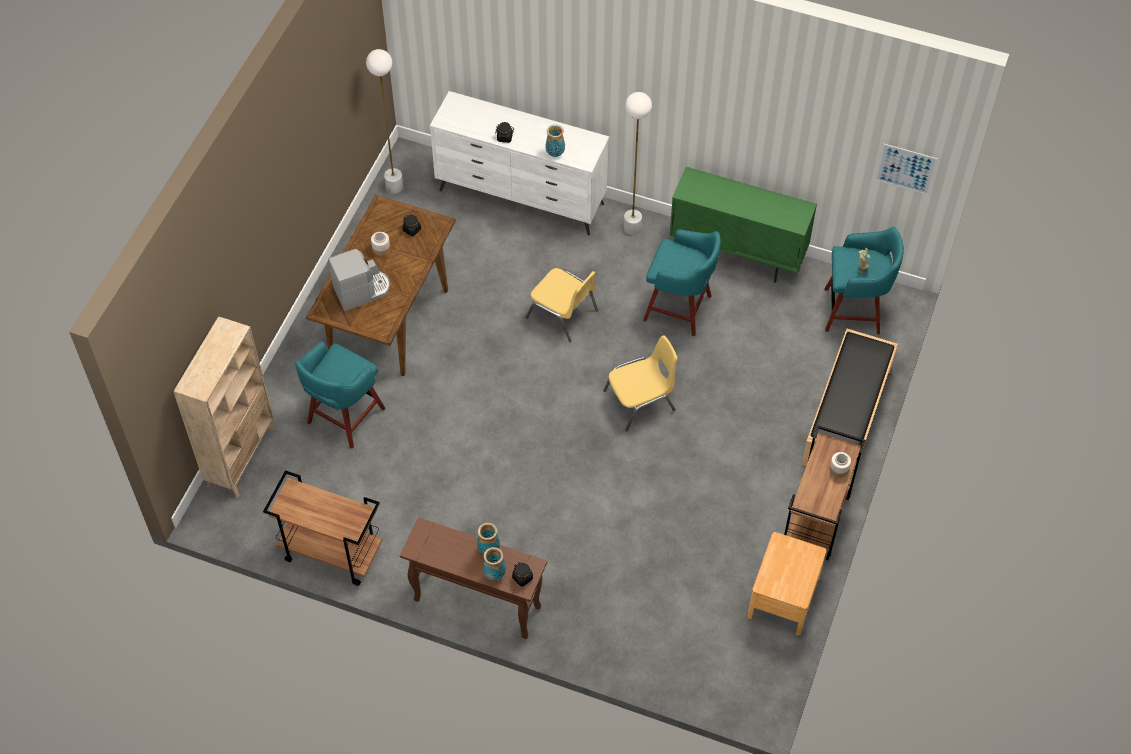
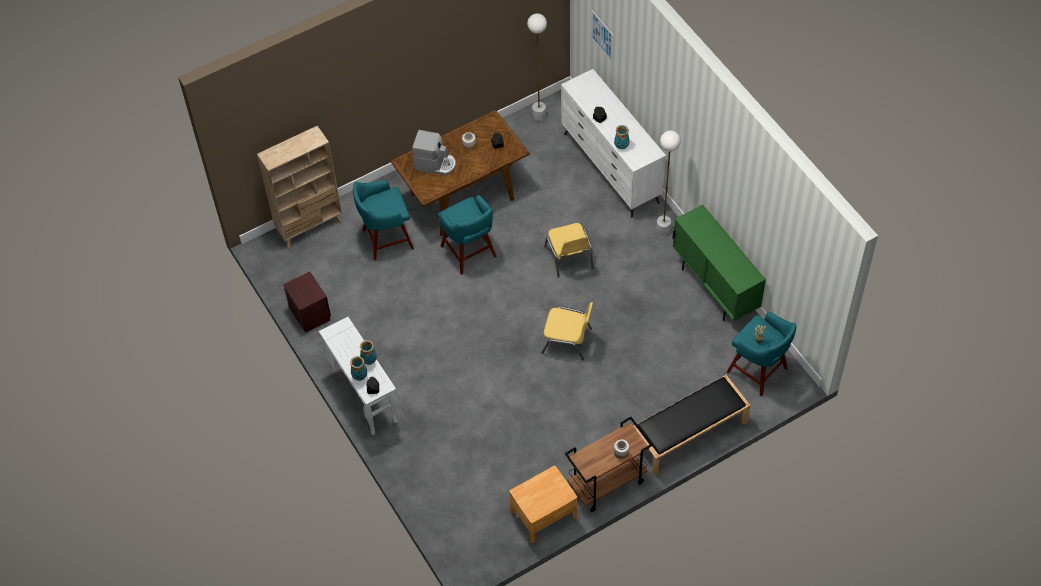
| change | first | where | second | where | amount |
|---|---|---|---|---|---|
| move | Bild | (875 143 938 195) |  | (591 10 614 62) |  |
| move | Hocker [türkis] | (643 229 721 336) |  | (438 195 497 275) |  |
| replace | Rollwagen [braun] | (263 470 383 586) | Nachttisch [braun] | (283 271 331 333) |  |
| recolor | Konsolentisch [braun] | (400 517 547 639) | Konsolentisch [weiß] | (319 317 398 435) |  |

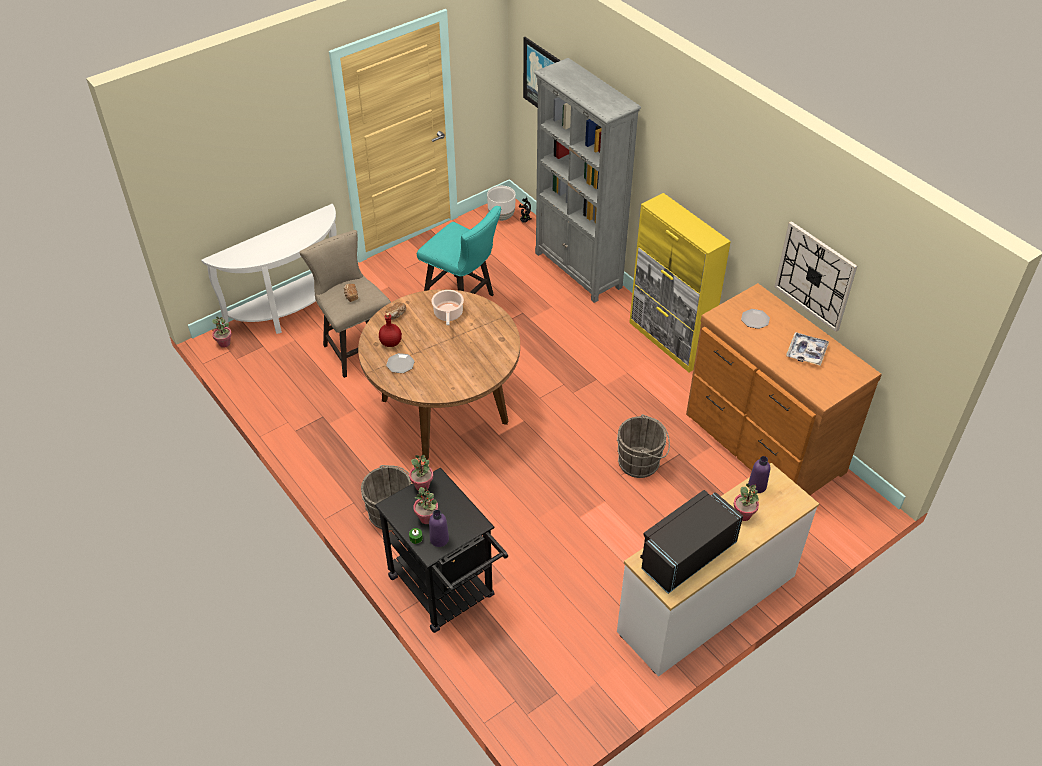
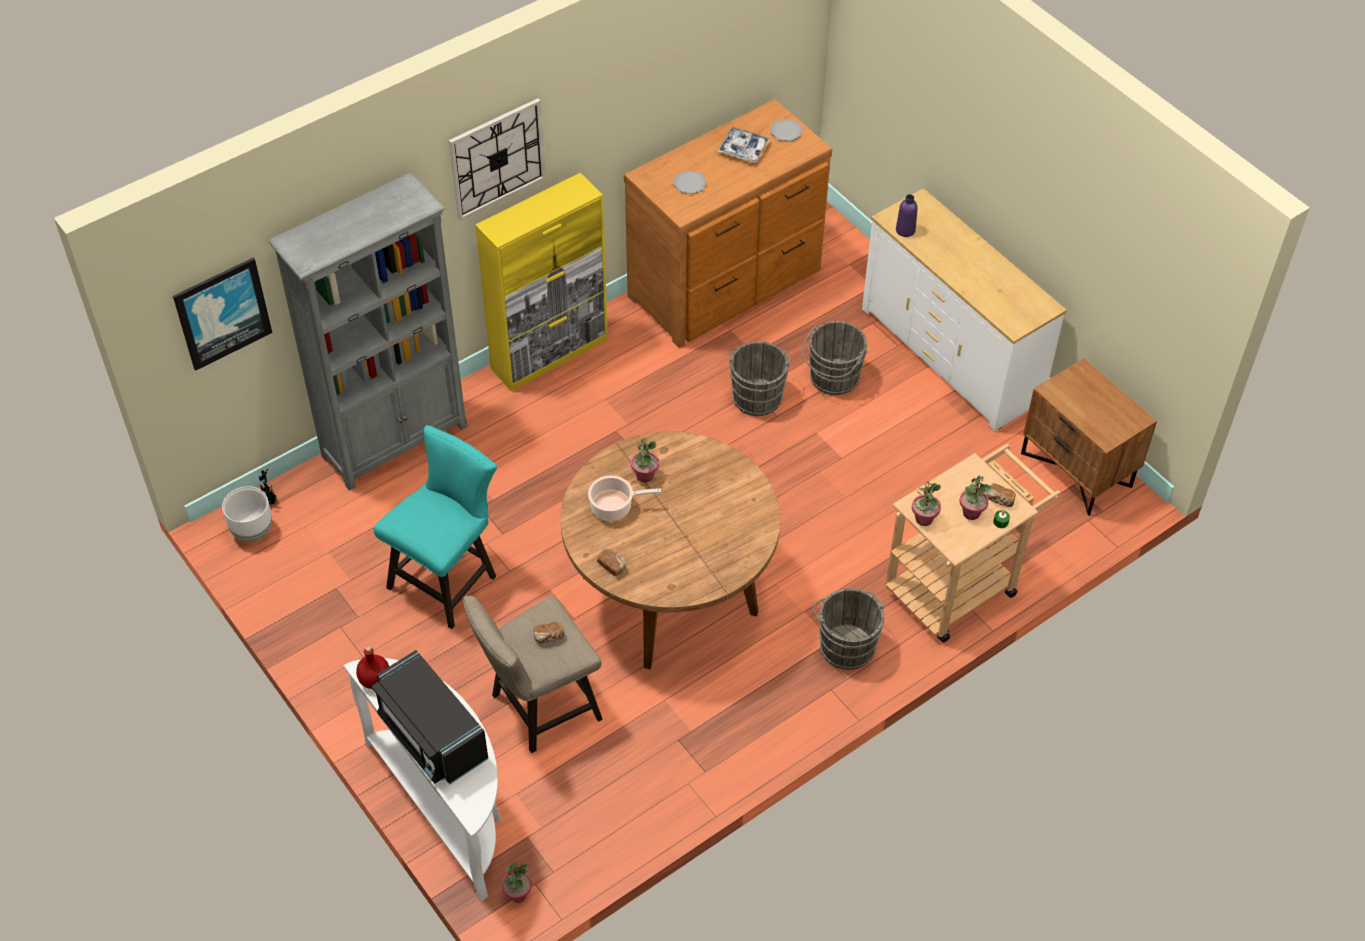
| change | first | where | second | where | amount |
|---|---|---|---|---|---|
| move | Wanduhr | (774 221 857 332) |  | (449 98 546 221) |  |
| move | Flasche [rot] | (379 313 402 347) |  | (356 646 389 689) |  |
| move | Teller | (386 353 415 373) |  | (770 119 803 141) |  |
| recolor | Rollwagen [schwarz] | (375 468 508 633) | Rollwagen [beige] | (886 444 1061 643) |  |
| move | Topfpflanze | (734 484 759 521) |  | (631 438 659 482) |  |
| move | Mikrowelle [schwarz] | (640 490 743 594) |  | (371 650 488 785) |  |
| replace | Flasche [lila] | (429 510 449 547) | Brot | (986 483 1016 507) |  |
| insert |  |  | Eimer [grau] | (801 321 867 395) |  |
| insert |  |  | Nachttisch [braun] | (1021 358 1157 516) |  |

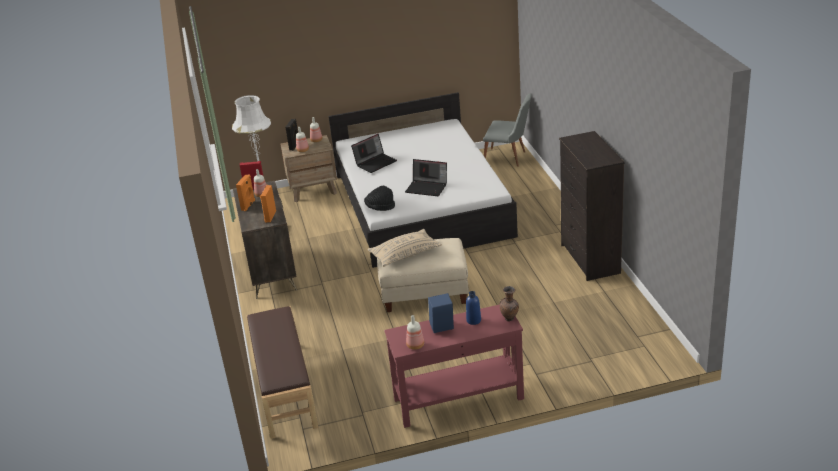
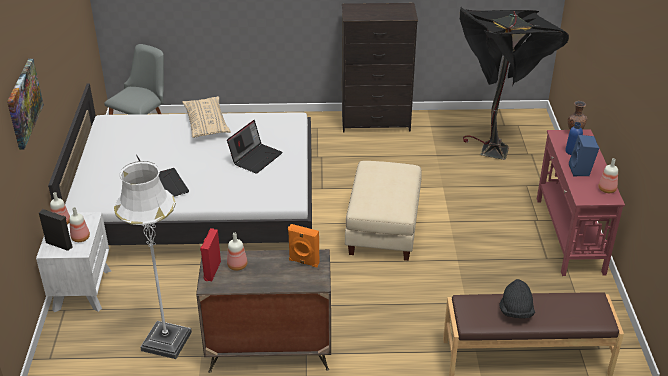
| change | first | where | second | where | amount |
|---|---|---|---|---|---|
| recolor | Nachttisch [braun] | (281 135 337 202) | Nachttisch [weiß] | (36 212 111 312) |  |
| delete | Lautsprecher [orange] | (236 174 255 211) |  |  |  |
| move | Hut [schwarz] | (364 186 395 211) |  | (499 279 535 318) |  |
| move | Kissen [beige] | (368 229 442 267) |  | (182 96 231 138) |  |
| insert |  |  | Stehlampe [schwarz] | (460 7 569 160) |  |
| insert |  |  | Bild | (7 59 44 150) |  |

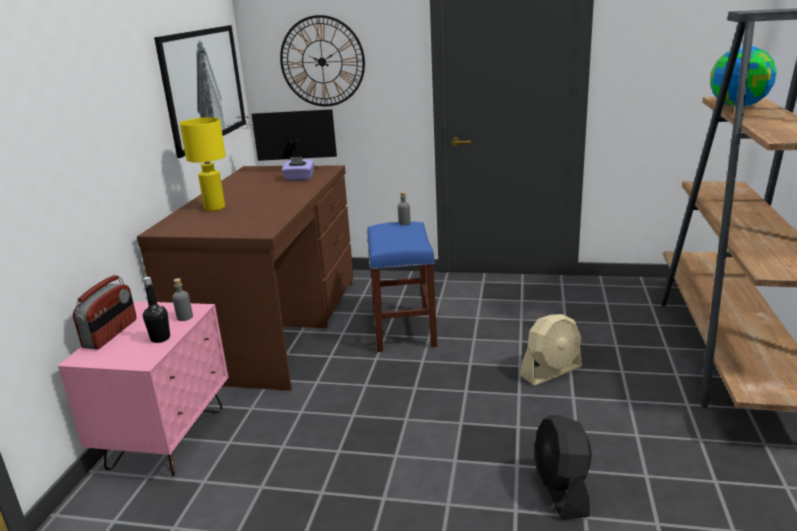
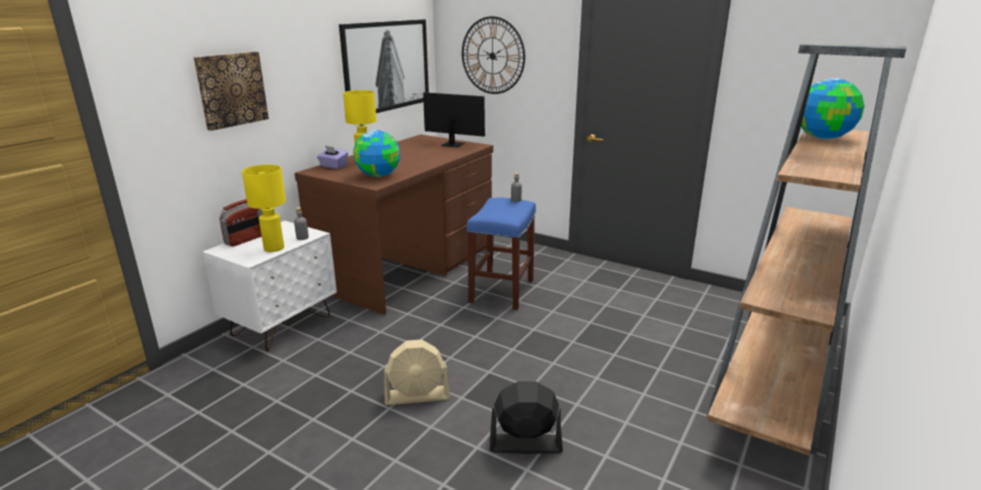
| change | first | where | second | where | amount |
|---|---|---|---|---|---|
| move | Taschentuchbox [lila] | (282 157 314 181) |  | (317 146 348 169) |  |
| replace | Flasche [schwarz] | (143 277 170 343) | Tischlampe [gelb] | (242 164 286 252) |  |
| recolor | Nachttisch [rosa] | (58 301 229 476) | Nachttisch [weiß] | (202 221 337 351) |  |
| move | Ventilator [beige] | (520 314 582 386) |  | (384 339 450 405) |  |
| rotate | Ventilator [schwarz] | (535 415 592 520) |  | (490 381 563 454) | 75 degrees clockwise |
| insert |  |  | Bild | (193 52 269 131) |  |
| insert |  |  | Globus | (353 130 400 177) |  |

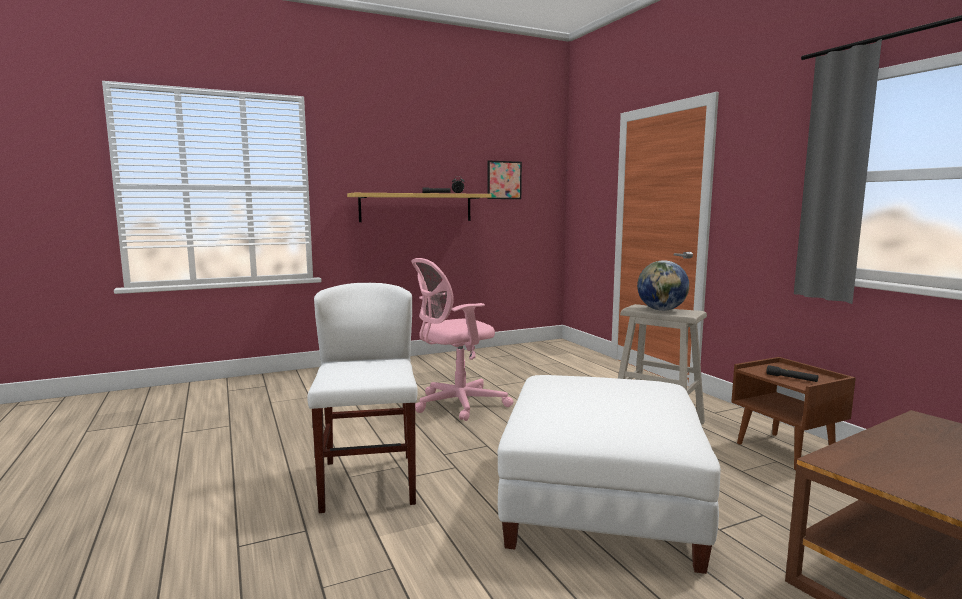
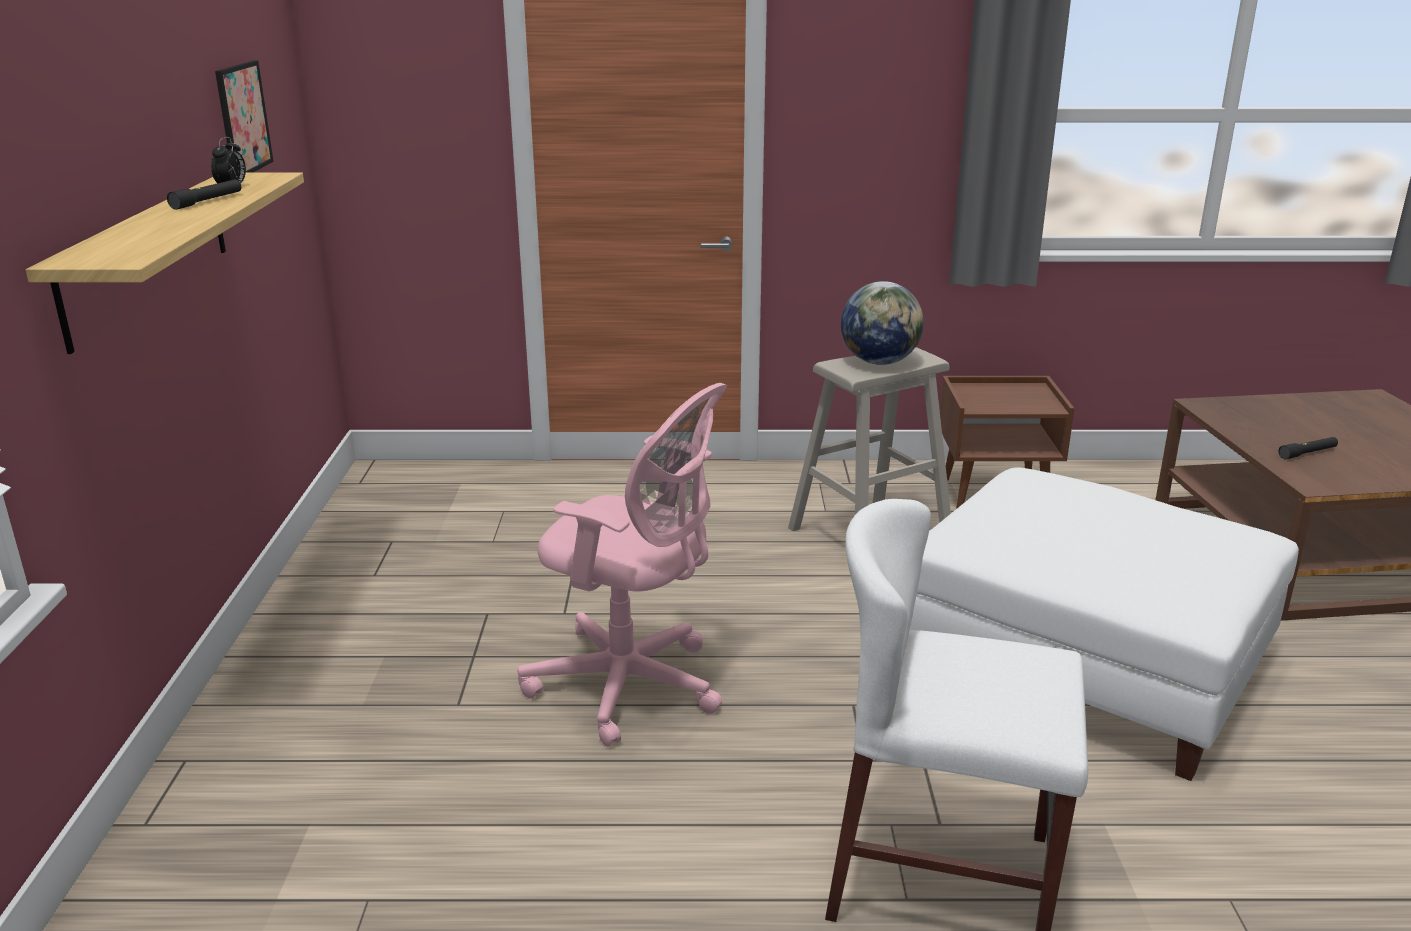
| change | first | where | second | where | amount |
|---|---|---|---|---|---|
| rotate | Bürostuhl [rosa] | (411 258 513 421) |  | (517 383 727 747) | 60 degrees counterclockwise |
| move | Taschenlampe [schwarz] | (766 365 818 382) |  | (1278 437 1338 459) |  |

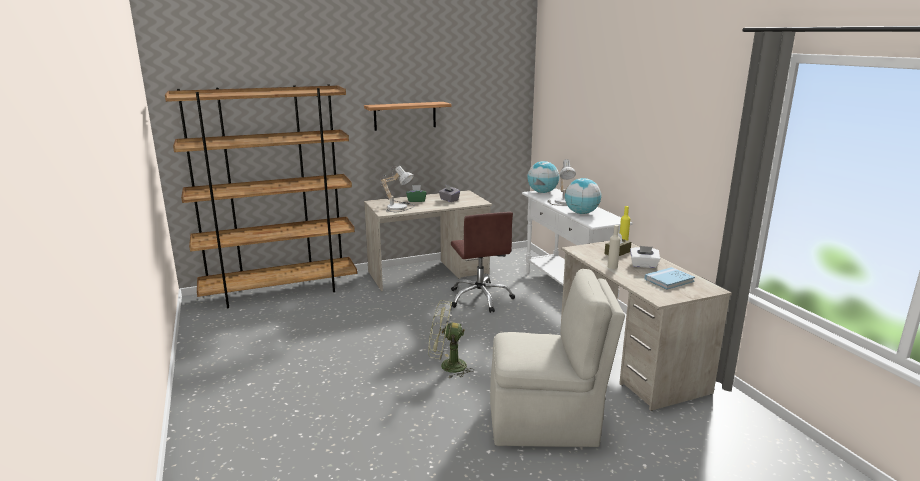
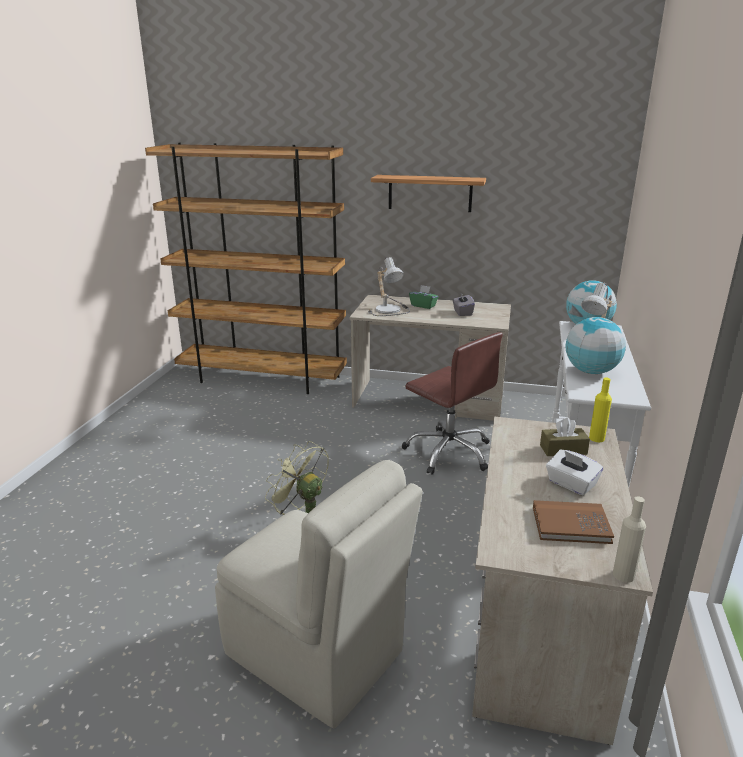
| change | first | where | second | where | amount |
|---|---|---|---|---|---|
| rotate | Bürostuhl [braun] | (451 212 515 313) |  | (402 332 503 475) | 60 degrees counterclockwise |
| move | Flasche [beige] | (608 225 621 269) |  | (613 496 646 583) |  |
| recolor | Buch [blau] | (644 267 695 290) | Buch [braun] | (533 500 614 544) |  |

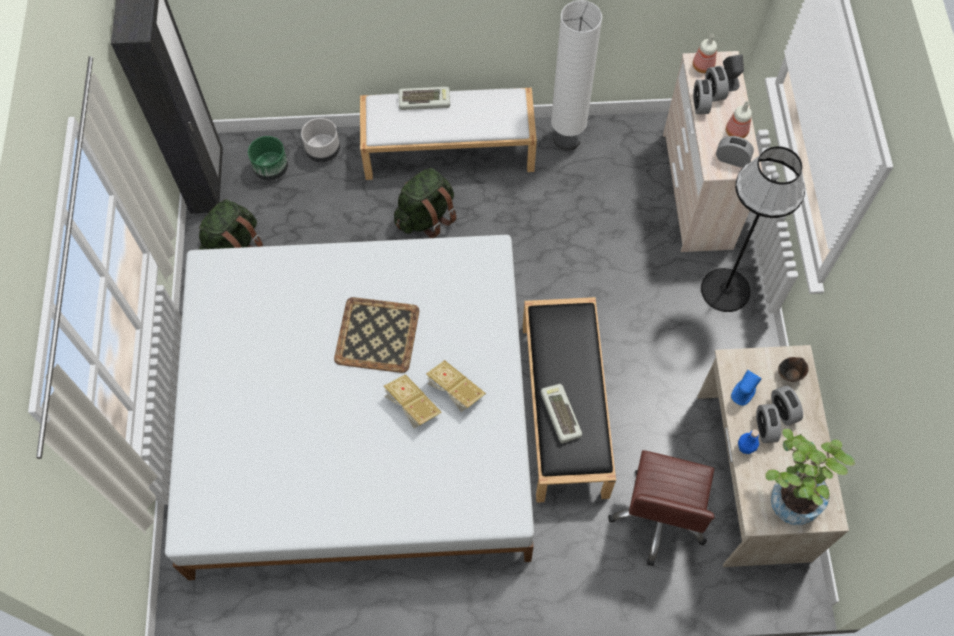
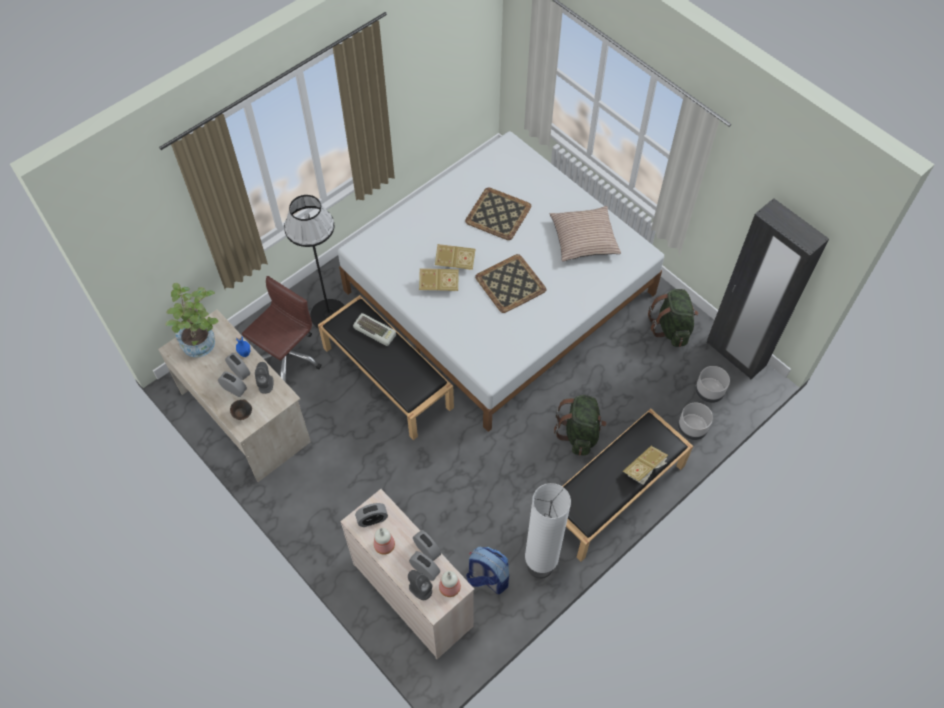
| change | first | where | second | where | amount |
|---|---|---|---|---|---|
| replace | Tastatur | (398 87 450 110) | Buch | (623 446 668 485) |  |
| recolor | Bank [weiß] | (360 88 537 180) | Bank [schwarz] | (562 409 693 562) |  |
| recolor | Pflanzkübel [grün] | (248 136 288 181) | Pflanzkübel [grau] | (695 366 730 403) |  |
| move | Stehlampe [schwarz] | (701 146 805 312) |  | (284 195 345 328) |  |
| recolor | Lautsprecher [blau] | (731 370 762 406) | Lautsprecher [grau] | (255 362 274 394) |  |
| rotate | Bürostuhl [braun] | (608 450 714 566) |  | (242 276 322 382) | 60 degrees clockwise |
| insert |  |  | Tablett | (465 188 531 240) |  |
| insert |  |  | Kissen | (550 206 621 262) |  |
| insert |  |  | Rucksack | (466 547 509 594) |  |

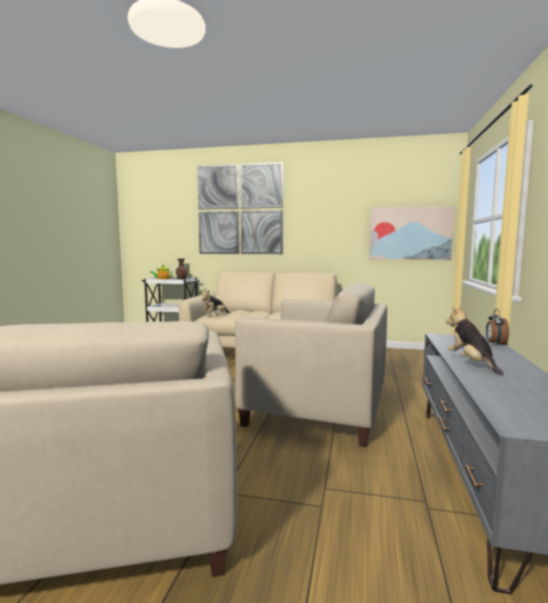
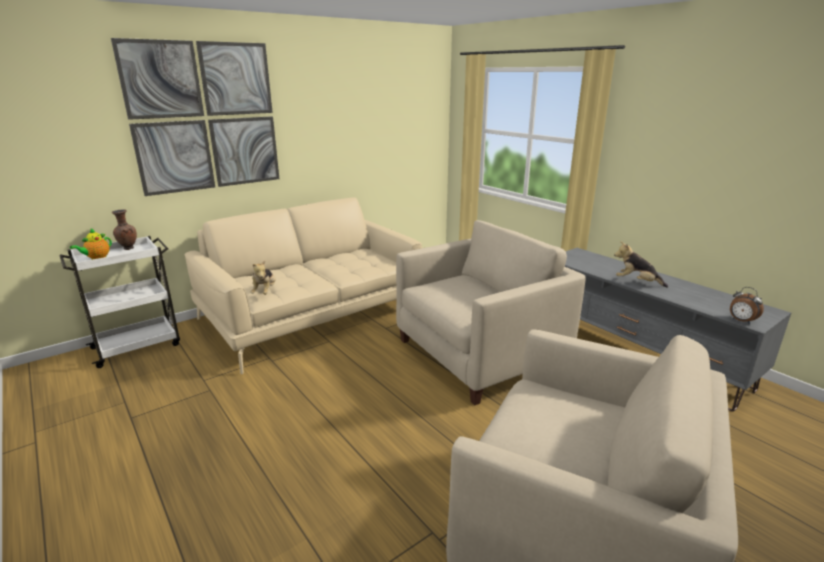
| change | first | where | second | where | amount |
|---|---|---|---|---|---|
| delete | Bild | (369 206 454 260) |  |  |  |
| move | Wecker | (486 309 509 345) |  | (730 287 764 324) |  |

